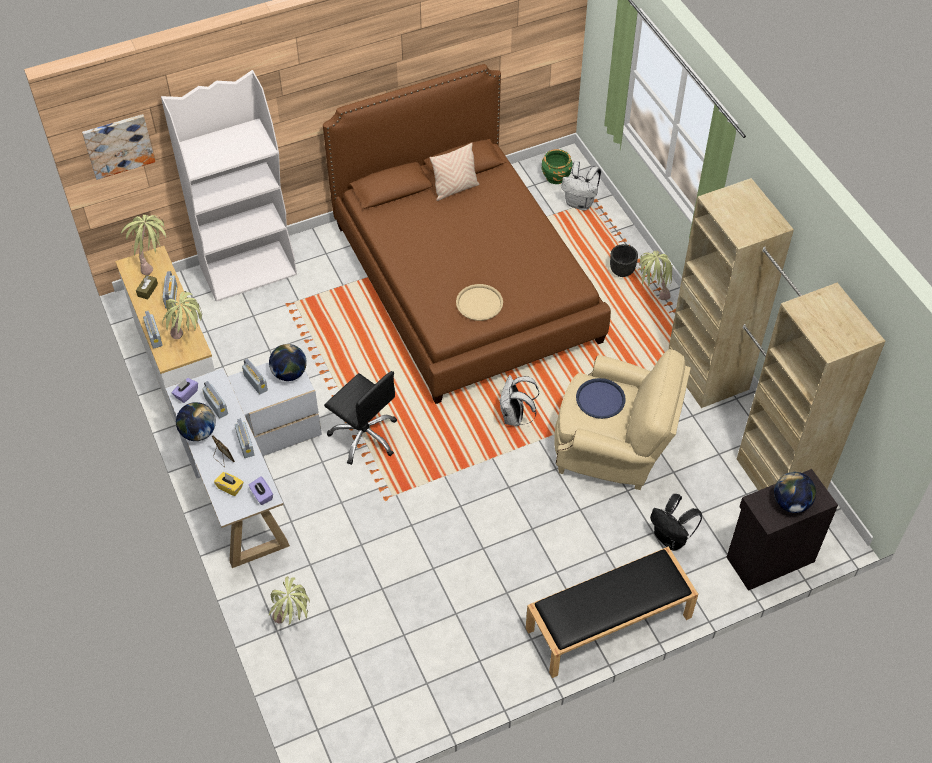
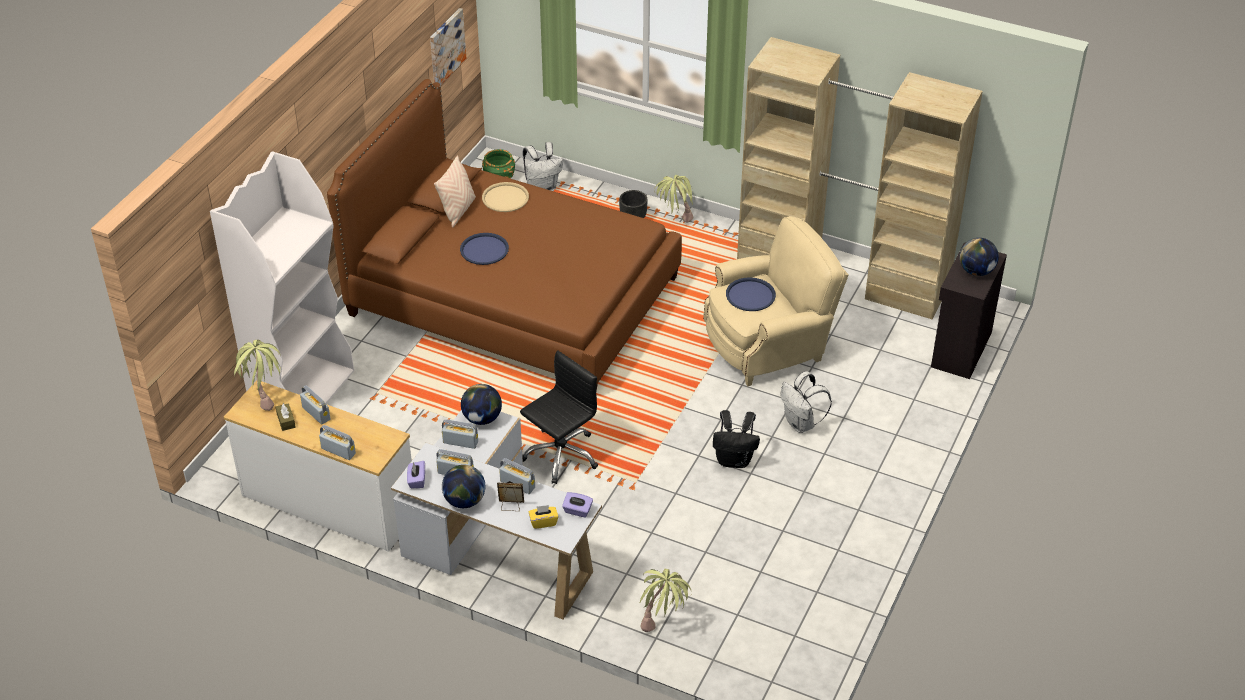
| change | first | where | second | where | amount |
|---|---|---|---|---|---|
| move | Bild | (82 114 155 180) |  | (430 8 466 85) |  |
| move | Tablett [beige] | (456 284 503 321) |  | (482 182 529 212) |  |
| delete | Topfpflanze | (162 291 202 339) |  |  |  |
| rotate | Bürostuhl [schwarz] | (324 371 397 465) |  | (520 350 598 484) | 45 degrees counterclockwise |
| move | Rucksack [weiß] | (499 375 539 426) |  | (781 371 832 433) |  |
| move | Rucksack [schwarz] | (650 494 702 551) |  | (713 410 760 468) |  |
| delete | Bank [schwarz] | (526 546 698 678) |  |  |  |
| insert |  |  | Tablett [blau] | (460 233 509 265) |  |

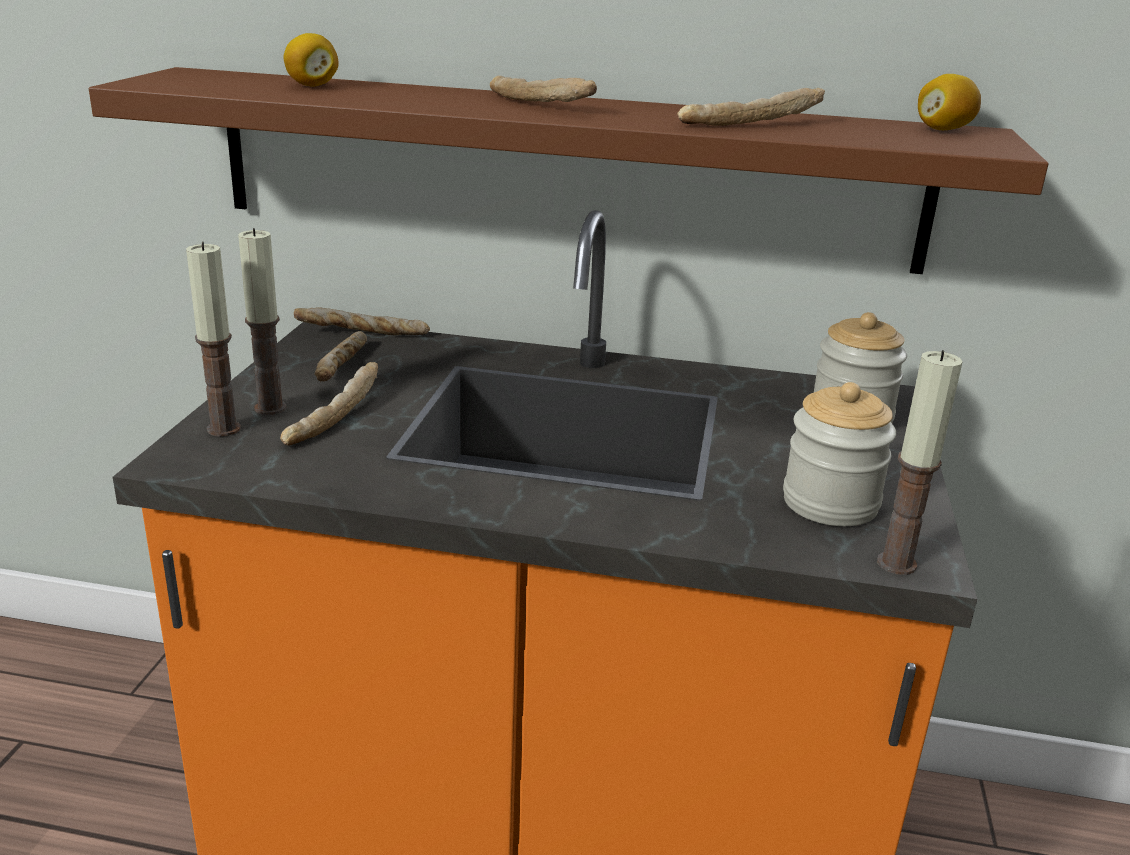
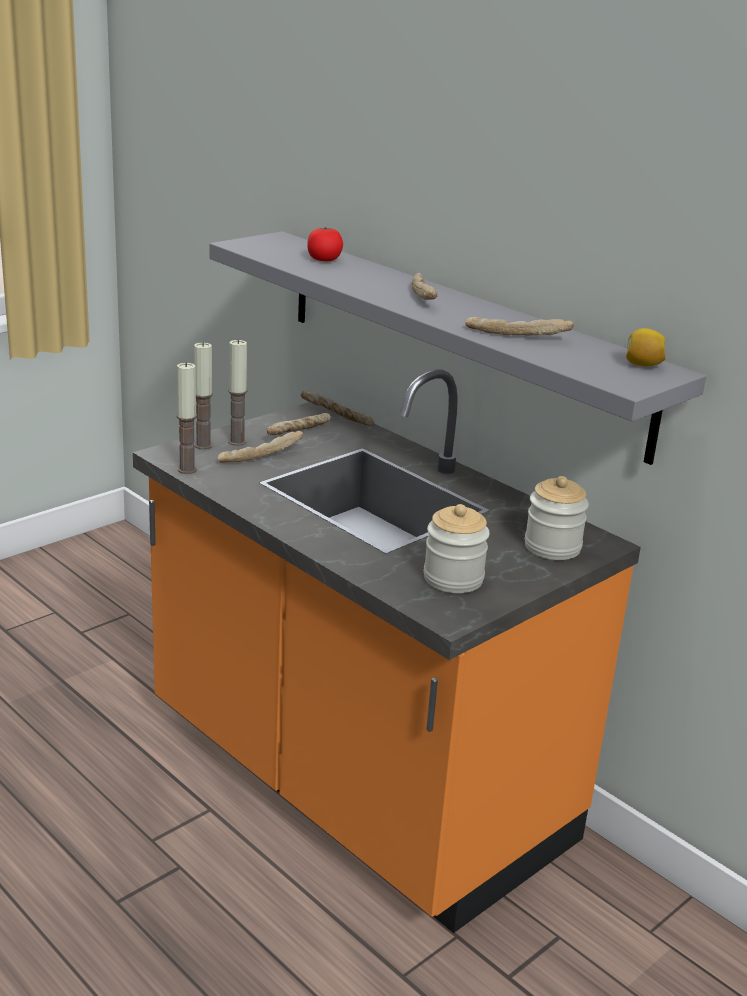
| change | first | where | second | where | amount |
|---|---|---|---|---|---|
| replace | Zitrone | (283 33 339 87) | Tomate | (307 227 343 261) |  |
| recolor | Wandregal [braun] | (89 67 1049 274) | Wandregal [grau] | (209 231 706 465) |  |
| move | Kerze | (877 350 962 575) |  | (176 362 197 474) |  |

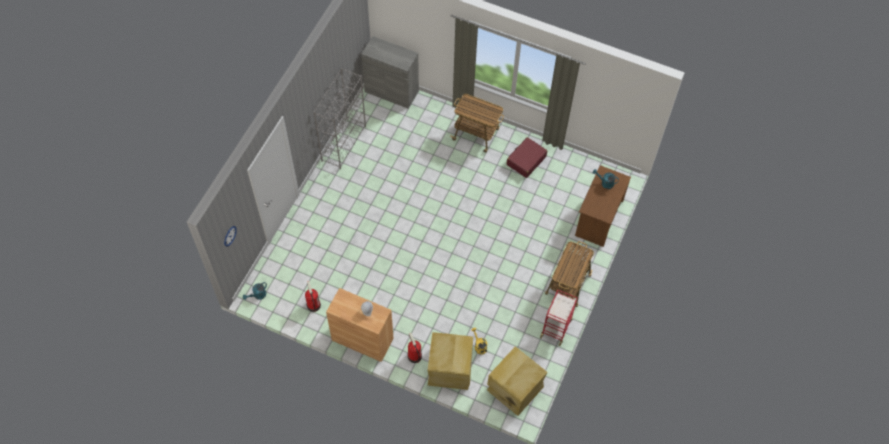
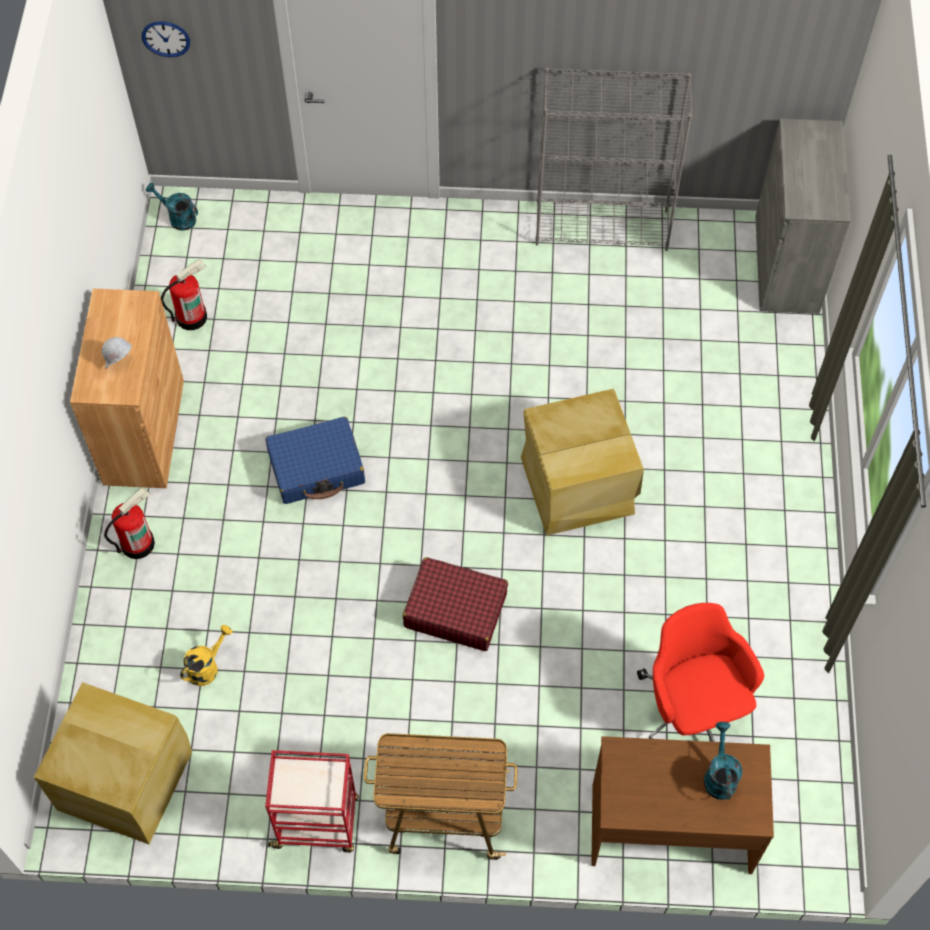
| change | first | where | second | where | amount |
|---|---|---|---|---|---|
| delete | Rollwagen | (450 94 504 153) |  |  |  |
| move | Koffer [rot] | (506 137 547 178) |  | (403 557 508 651) |  |
| move | Aufbewahrungsbox [beige] | (428 332 473 390) |  | (521 389 644 536) |  |
| insert |  |  | Koffer [blau] | (265 417 365 504) |  |
| insert |  |  | Bürostuhl [rot] | (637 603 764 742) |  |

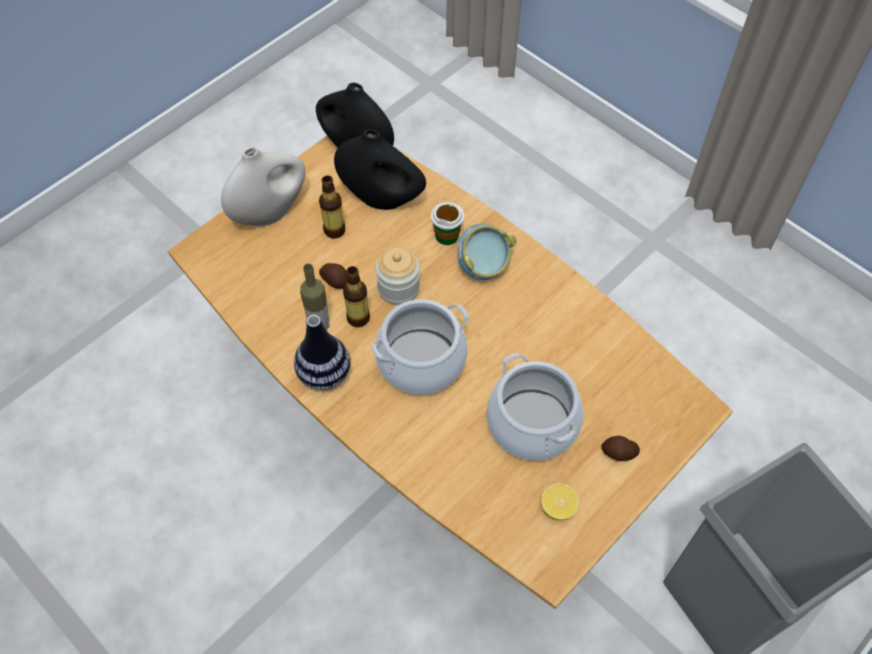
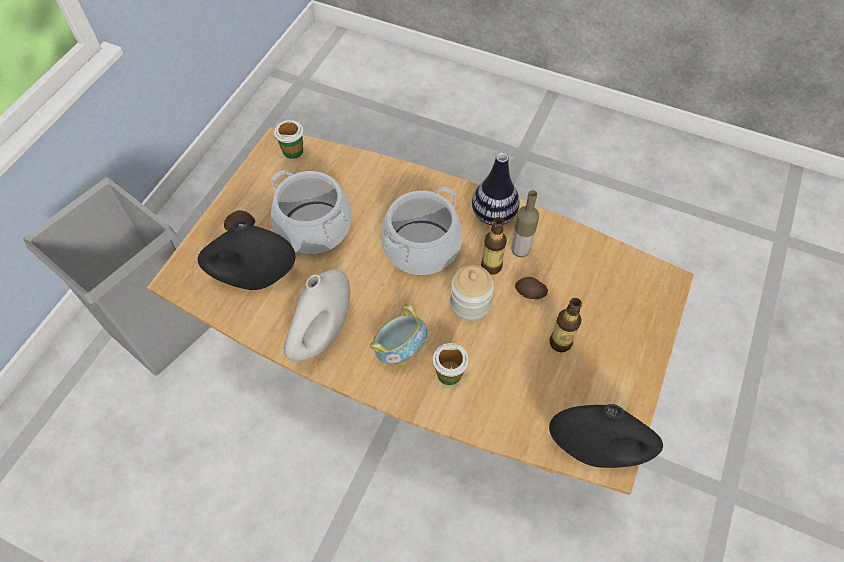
| change | first | where | second | where | amount |
|---|---|---|---|---|---|
| move | Vase [schwarz] | (334 129 426 210) |  | (198 220 295 290) |  |
| move | Vase [weiß] | (221 147 305 226) |  | (284 269 350 361) |  |
| delete | Zitrone | (541 483 579 520) |  |  |  |
| insert |  |  | Tasse | (274 120 303 159) |  |

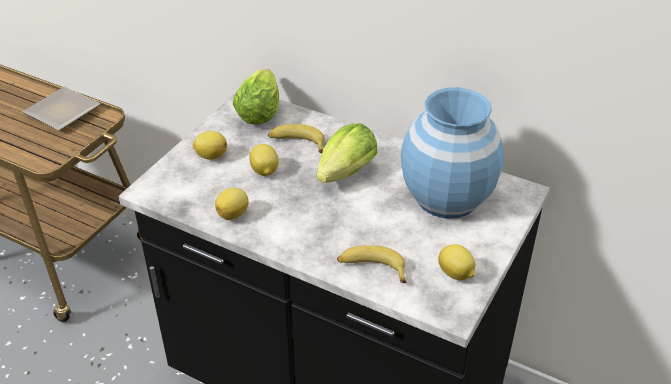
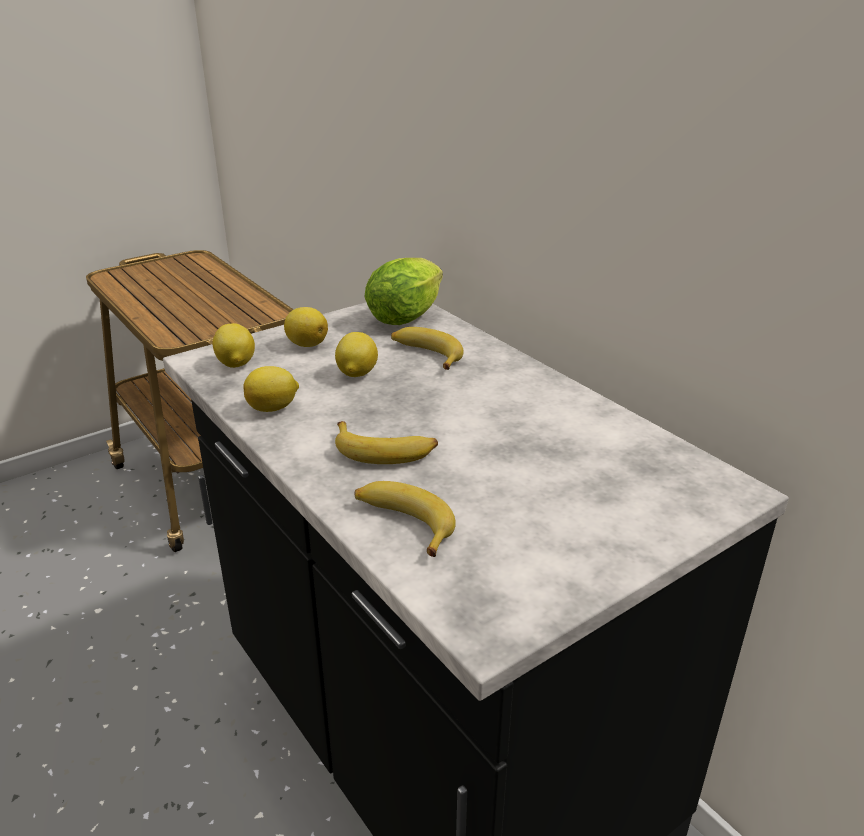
| change | first | where | second | where | amount |
|---|---|---|---|---|---|
| delete | Teller | (22 87 100 131) |  |  |  |
| delete | Vase [blau] | (401 87 504 219) |  |  |  |
| delete | Salatkopf | (317 123 377 183) |  |  |  |
| move | Zitrone | (438 244 475 280) |  | (213 323 255 368) |  |
| insert |  |  | Banane | (335 421 438 464) |  |

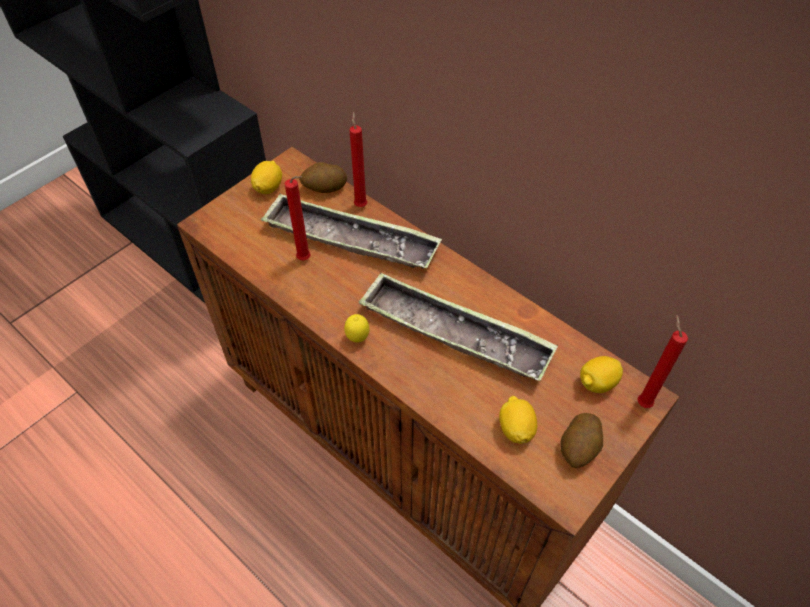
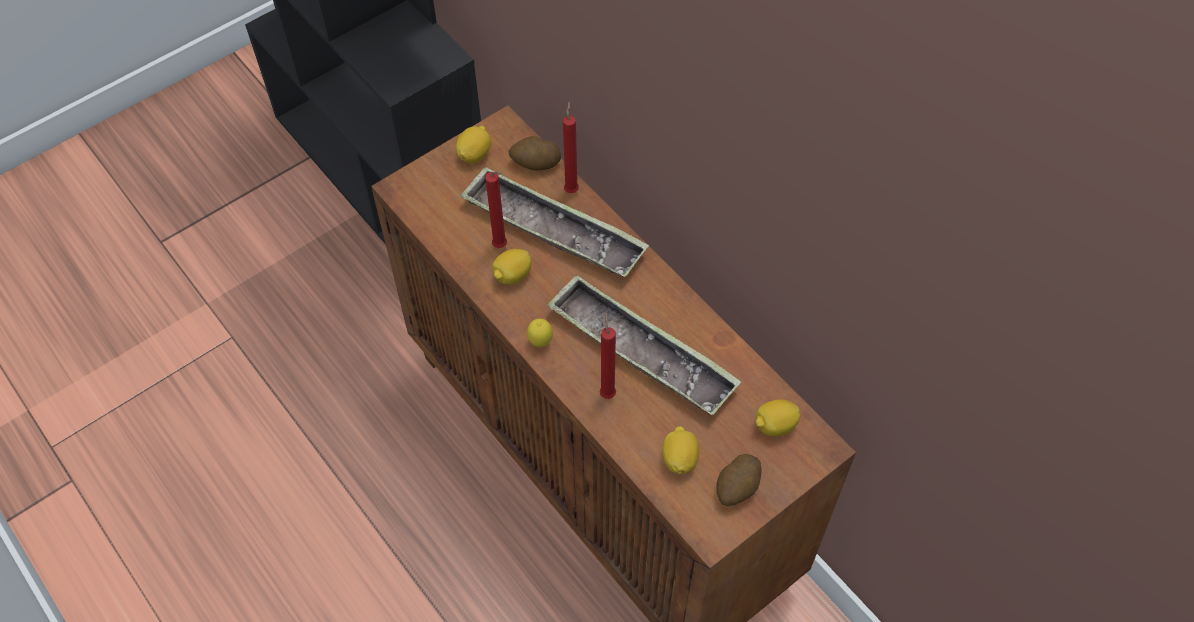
| change | first | where | second | where | amount |
|---|---|---|---|---|---|
| move | Kerze [rot] | (637 315 688 408) |  | (600 313 616 399) |  |
| insert |  |  | Zitrone | (492 249 532 285) |  |

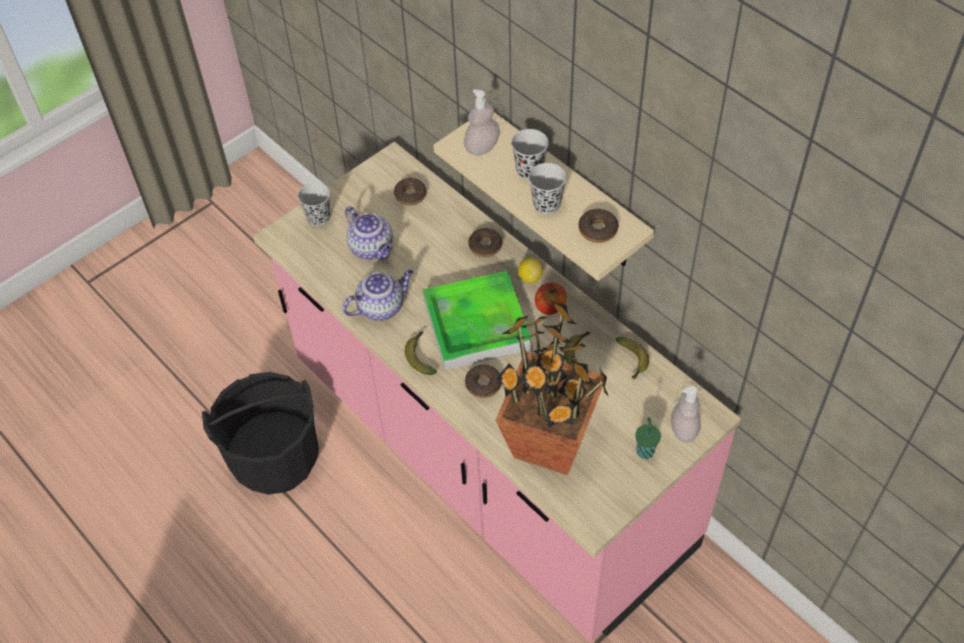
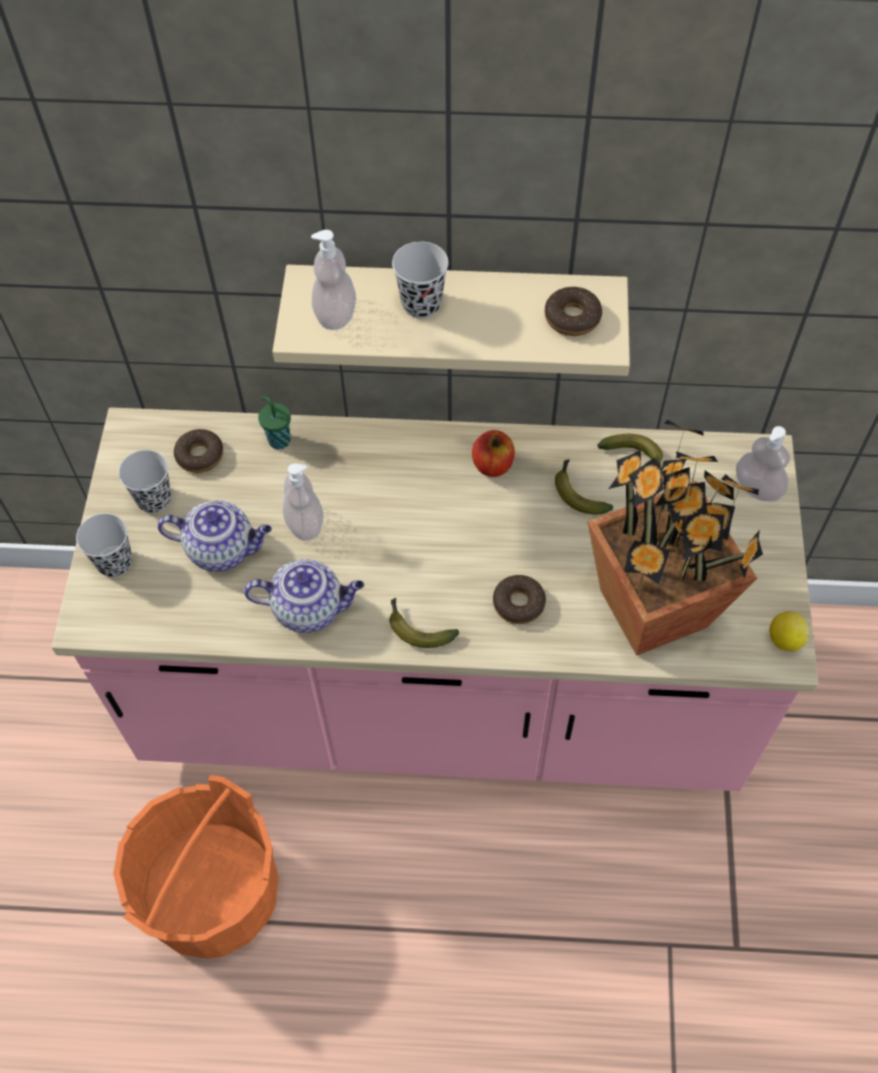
| change | first | where | second | where | amount |
|---|---|---|---|---|---|
| move | Tasse [schwarz] | (528 163 567 215) |  | (118 450 171 513) |  |
| delete | Donut | (468 228 502 257) |  |  |  |
| move | Zitrone | (518 258 543 283) |  | (769 611 809 651) |  |
| rotate | Teekanne | (343 269 413 321) |  | (244 559 364 633) | 75 degrees clockwise |
| delete | Tablett | (423 270 531 370) |  |  |  |
| recolor | Eimer [schwarz] | (202 372 319 495) | Eimer [orange] | (113 775 279 959) |  |
| move | Tasse [grün] | (635 417 661 459) |  | (258 397 291 449) |  |
| insert |  |  | Seifenspender | (283 463 323 541) |  |

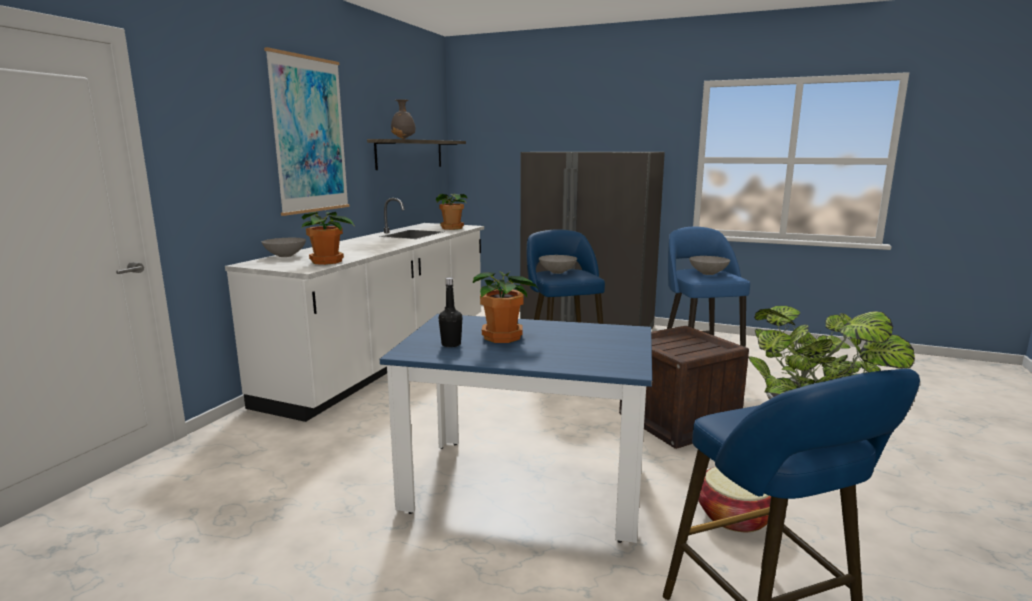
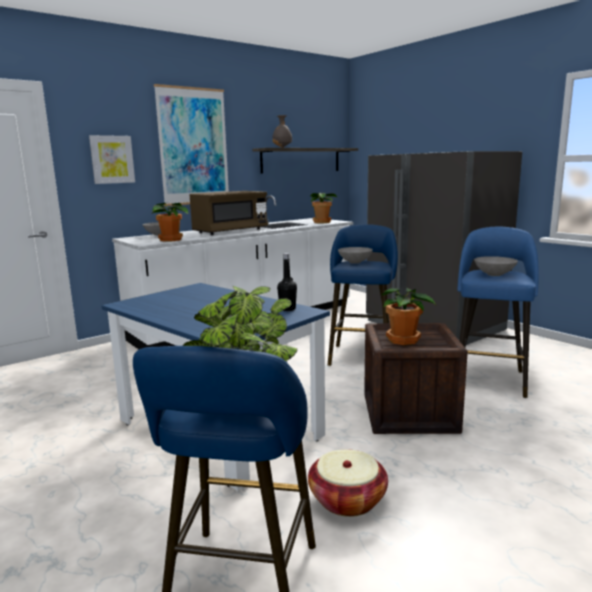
| change | first | where | second | where | amount |
|---|---|---|---|---|---|
| move | Topfpflanze | (473 271 539 343) |  | (382 288 436 345) |  |
| move | Flasche [schwarz] | (439 277 462 347) |  | (277 253 297 311) |  |
| insert |  |  | Bild | (89 135 135 184) |  |
| insert |  |  | Mikrowelle [braun] | (190 191 268 235) |  |

